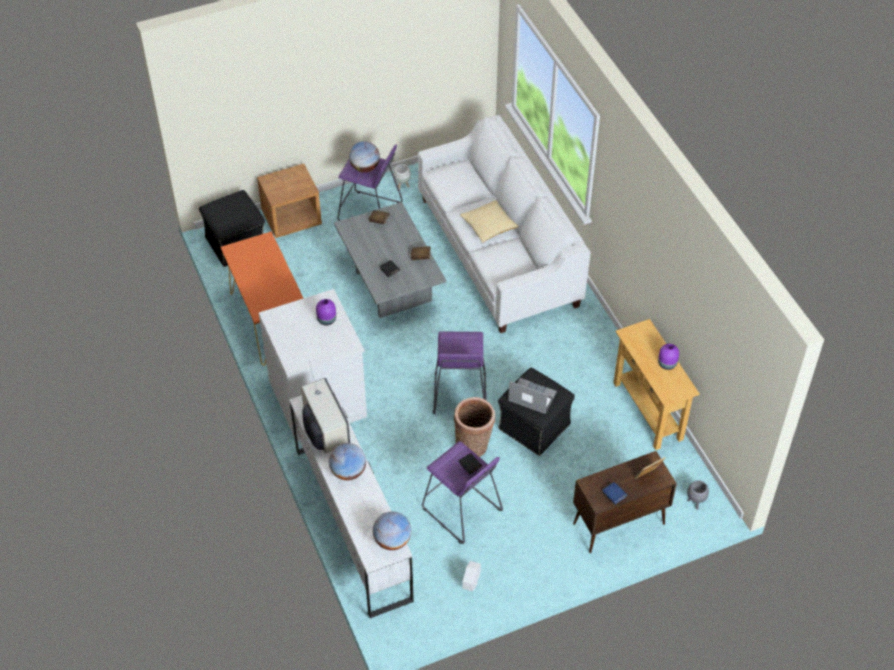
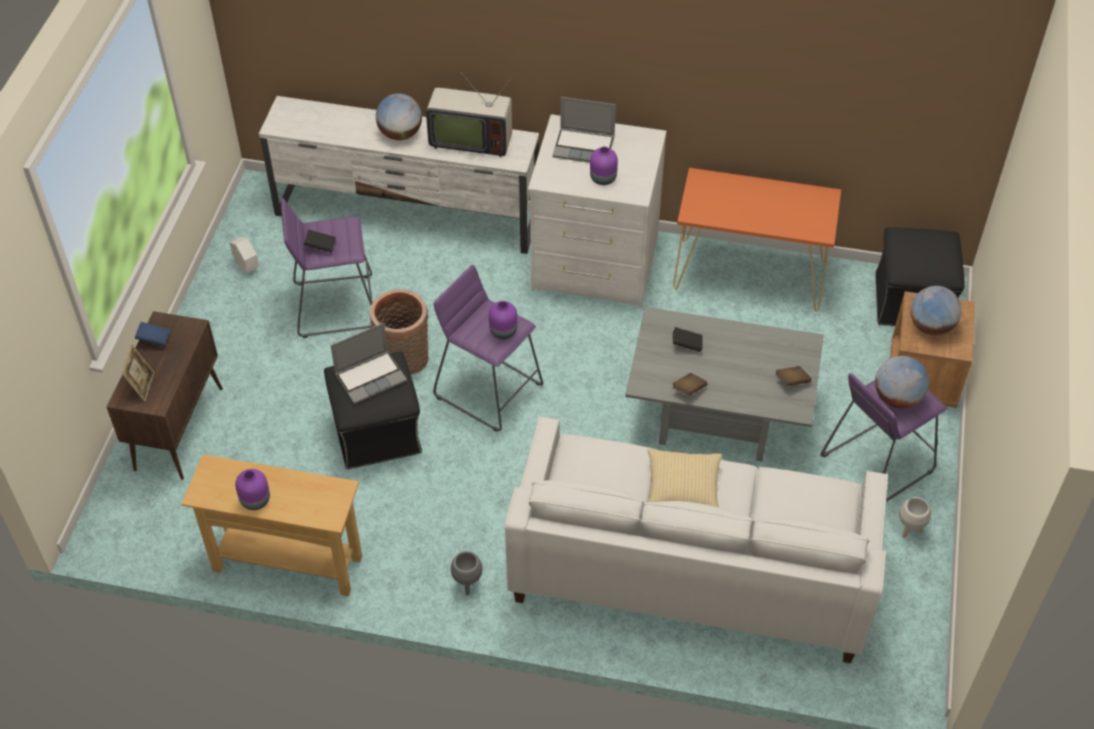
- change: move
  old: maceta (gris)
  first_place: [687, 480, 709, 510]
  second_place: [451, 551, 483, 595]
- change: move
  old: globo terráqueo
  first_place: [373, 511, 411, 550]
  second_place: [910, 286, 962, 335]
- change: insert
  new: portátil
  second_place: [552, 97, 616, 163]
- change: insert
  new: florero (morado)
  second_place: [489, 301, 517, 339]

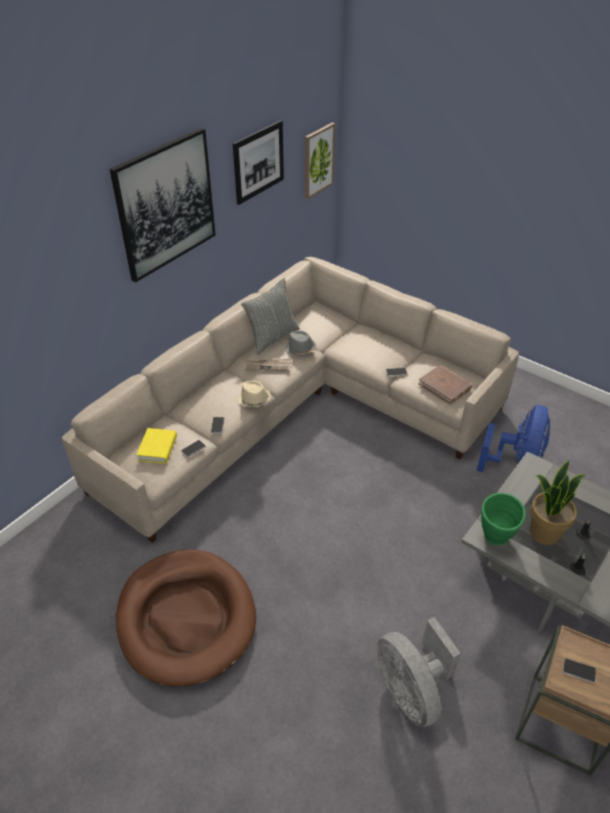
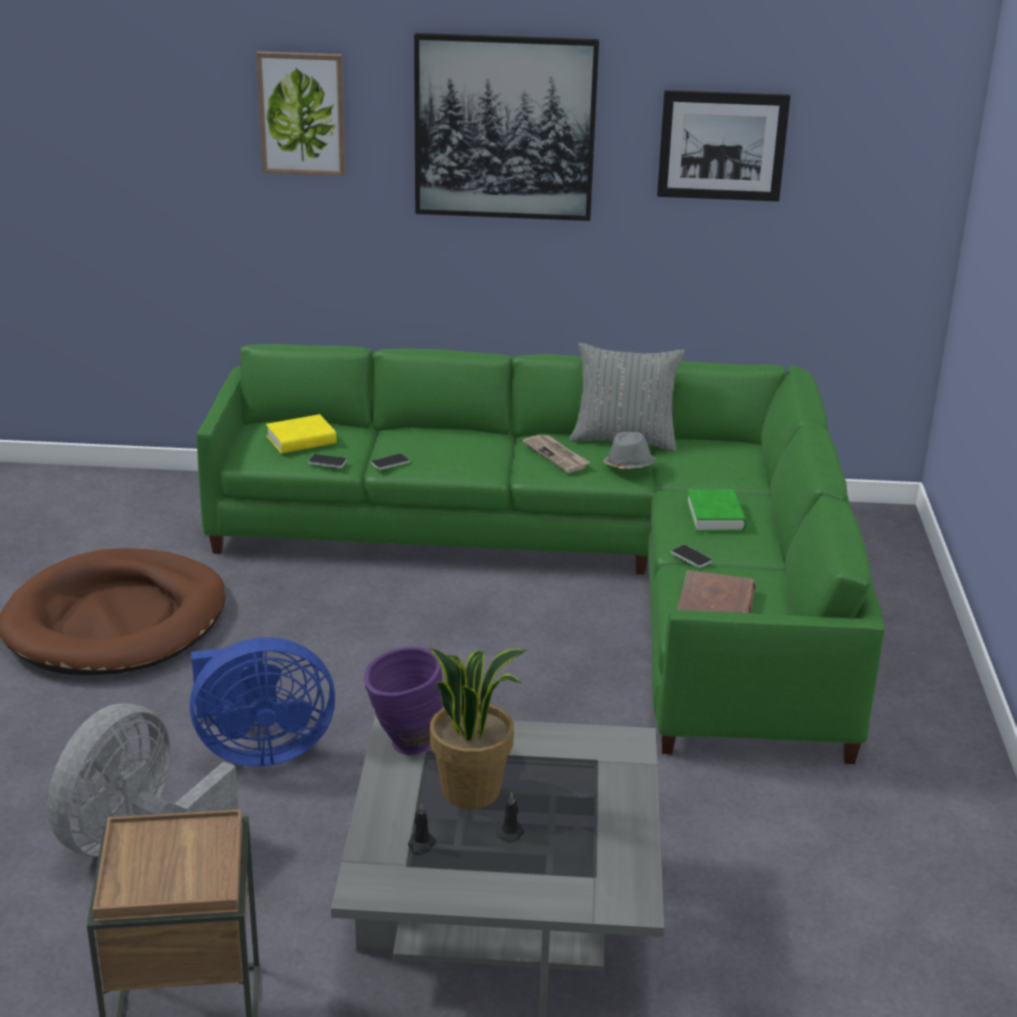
- change: move
  old: cuadro
  first_place: [305, 122, 335, 199]
  second_place: [256, 51, 345, 176]
- change: recolor
  old: sofá (beis)
  new: sofá (verde)
  first_place: [62, 257, 519, 543]
  second_place: [197, 344, 884, 764]
- change: delete
  old: sombrero (beis)
  first_place: [238, 380, 271, 408]
- change: move
  old: ventilador (azul)
  first_place: [477, 405, 550, 472]
  second_place: [190, 637, 335, 767]
- change: recolor
  old: florero (verde)
  new: florero (morado)
  first_place: [481, 493, 526, 546]
  second_place: [364, 647, 443, 755]
- change: delete
  old: móvil
  first_place: [563, 658, 596, 683]
- change: insert
  new: libro (verde)
  second_place: [686, 489, 747, 532]

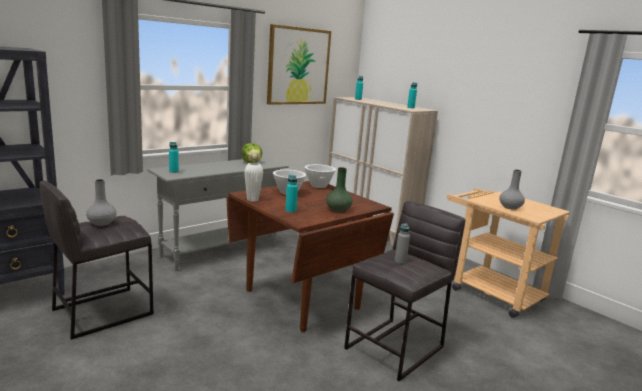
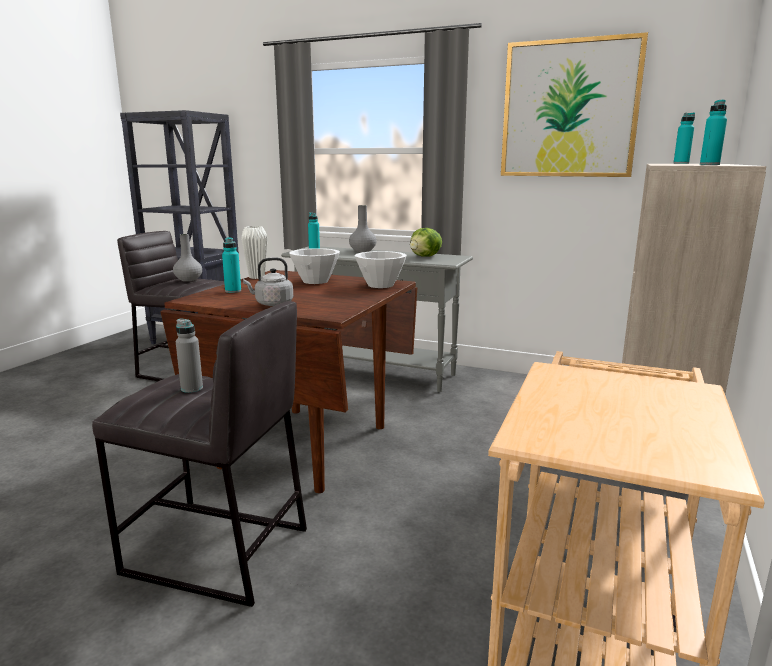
- change: replace
  old: florero (verde)
  new: hervidor (gris)
  first_place: [326, 167, 353, 212]
  second_place: [243, 257, 293, 306]
- change: move
  old: florero (gris)
  first_place: [499, 169, 525, 210]
  second_place: [349, 205, 377, 252]

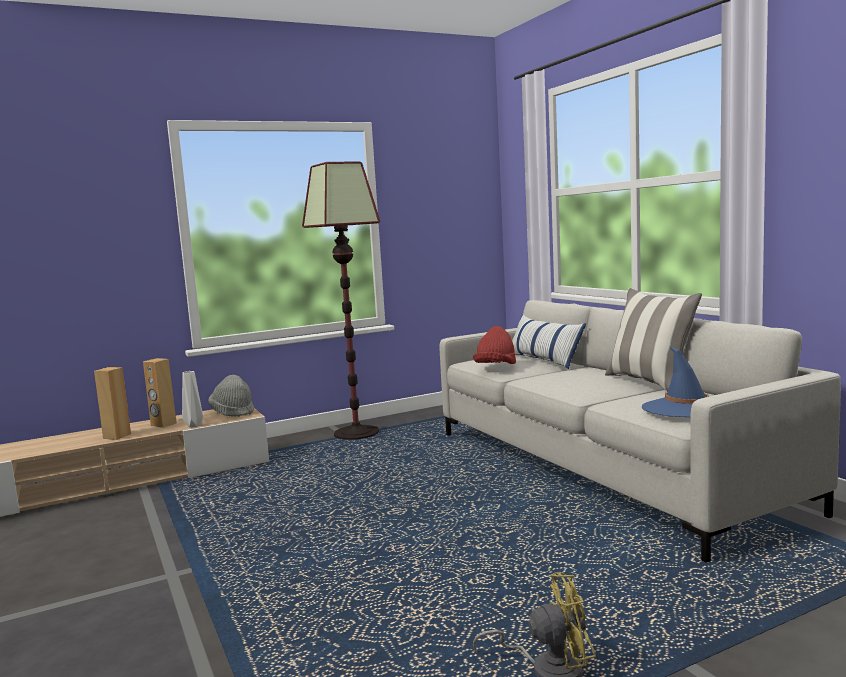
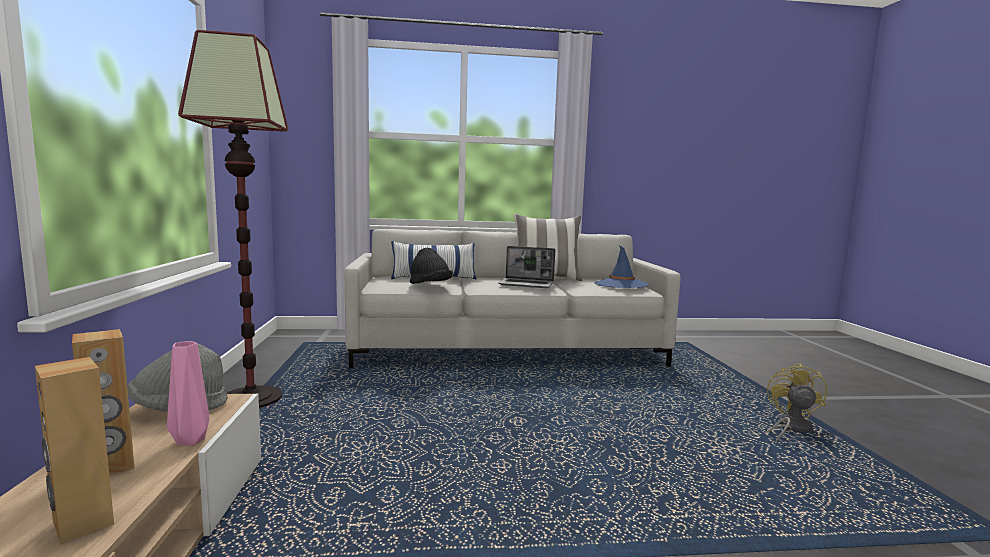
- change: recolor
  old: sombrero (rojo)
  new: sombrero (negro)
  first_place: [473, 326, 516, 364]
  second_place: [410, 248, 453, 284]
- change: recolor
  old: florero (gris)
  new: florero (rosa)
  first_place: [182, 371, 203, 427]
  second_place: [167, 341, 209, 446]
- change: insert
  new: portátil
  second_place: [498, 246, 555, 288]

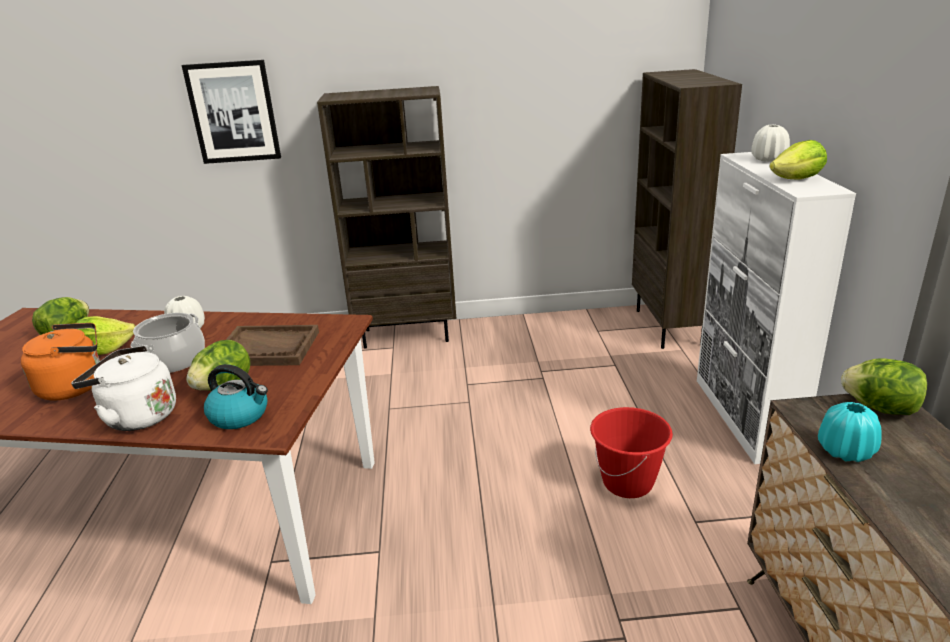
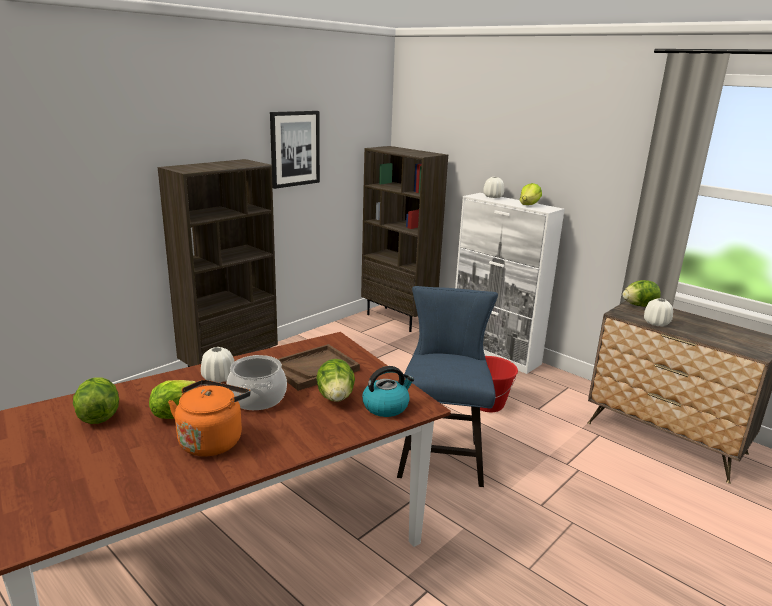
- change: move
  old: cuadro
  first_place: [182, 60, 281, 164]
  second_place: [270, 111, 320, 189]
- change: delete
  old: hervidor (blanco)
  first_place: [71, 346, 176, 431]
- change: recolor
  old: florero (turquesa)
  new: florero (blanco)
  first_place: [818, 402, 882, 462]
  second_place: [644, 298, 673, 326]
- change: insert
  new: silla (azul)
  second_place: [397, 286, 498, 487]

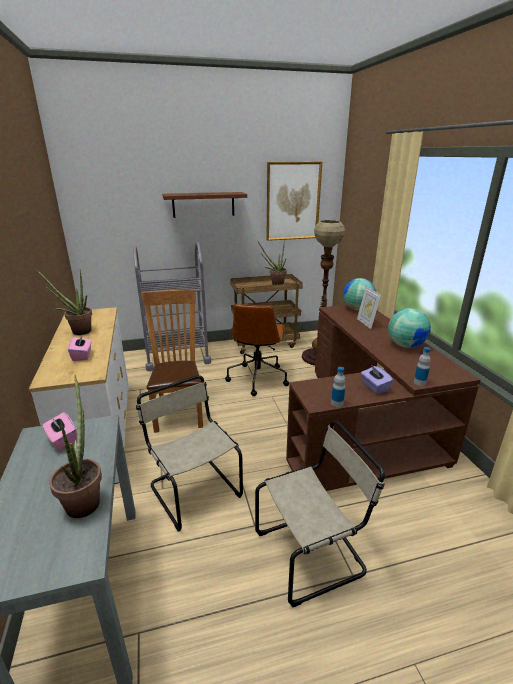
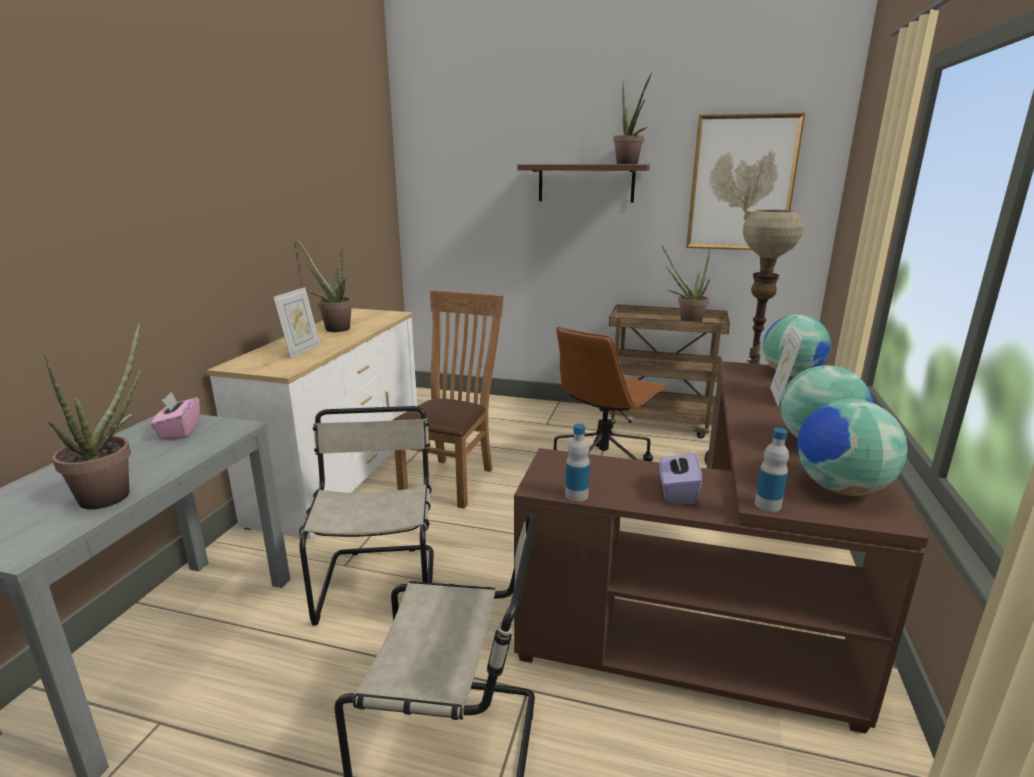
- change: delete
  old: carrito (gris)
  first_place: [133, 242, 211, 371]
- change: replace
  old: caja de pañuelos (rosa)
  new: portarretratos
  first_place: [68, 334, 92, 361]
  second_place: [273, 287, 320, 359]
- change: insert
  new: planta en maceta
  second_place: [613, 73, 652, 164]
- change: insert
  new: globo terráqueo
  second_place: [797, 398, 908, 496]

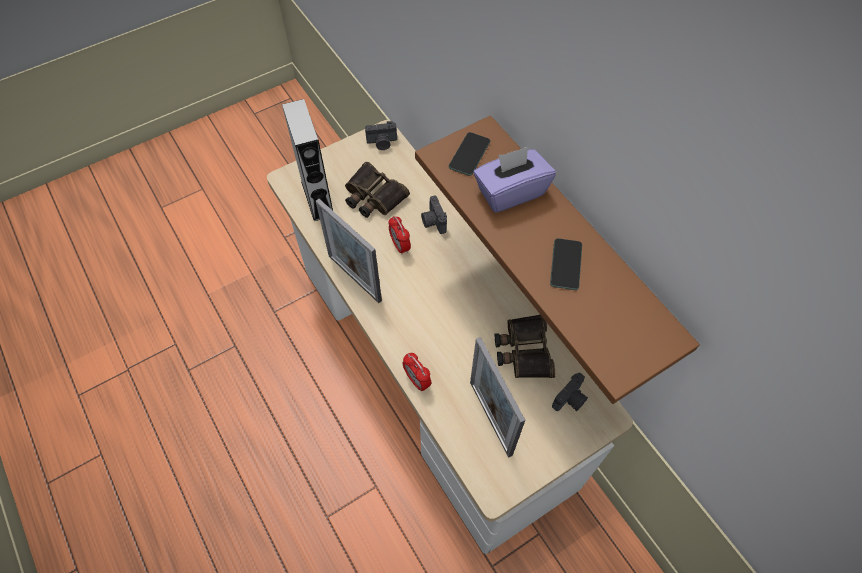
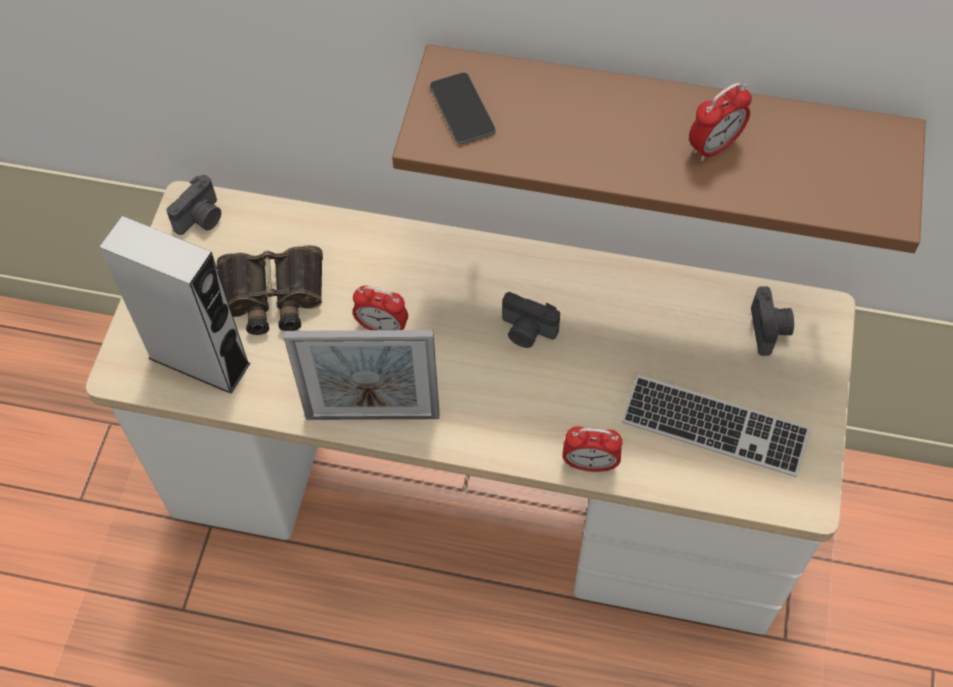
- change: delete
  old: caja de pañuelos (morado)
  first_place: [473, 147, 556, 213]
- change: move
  old: cámara
  first_place: [421, 195, 447, 234]
  second_place: [502, 292, 560, 348]
- change: replace
  old: móvil
  new: despertador
  first_place: [550, 238, 582, 290]
  second_place: [689, 83, 752, 161]
- change: delete
  old: prismáticos
  first_place: [495, 315, 555, 378]
- change: replace
  old: portarretratos
  new: teclado
  first_place: [470, 337, 525, 458]
  second_place: [622, 375, 811, 477]

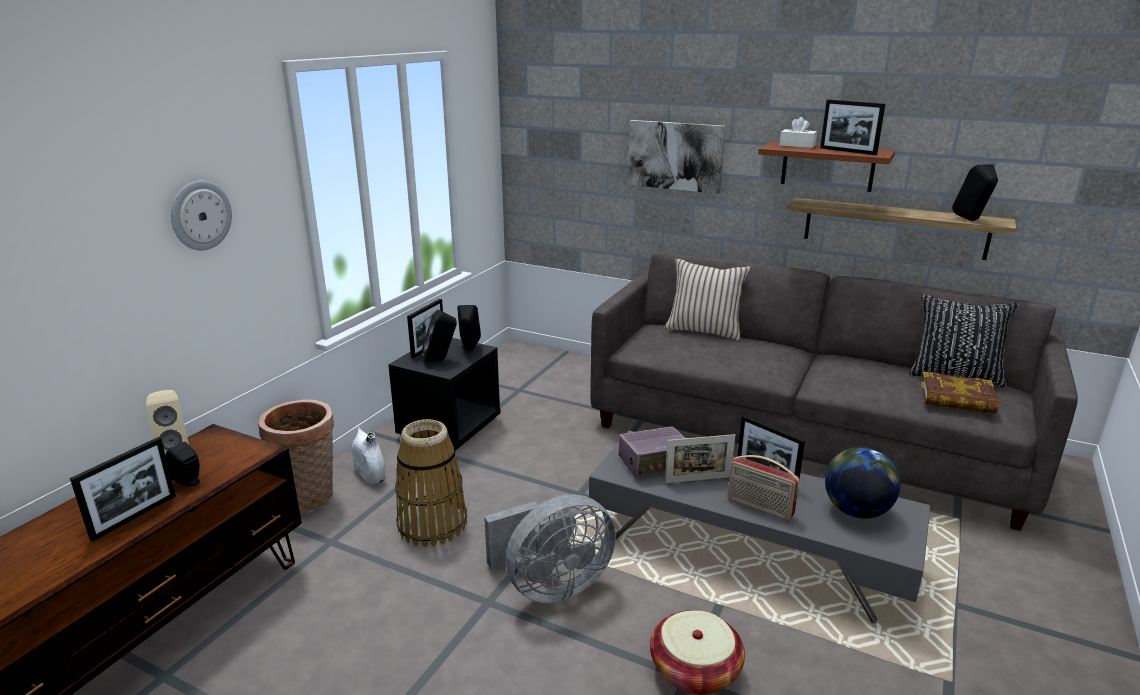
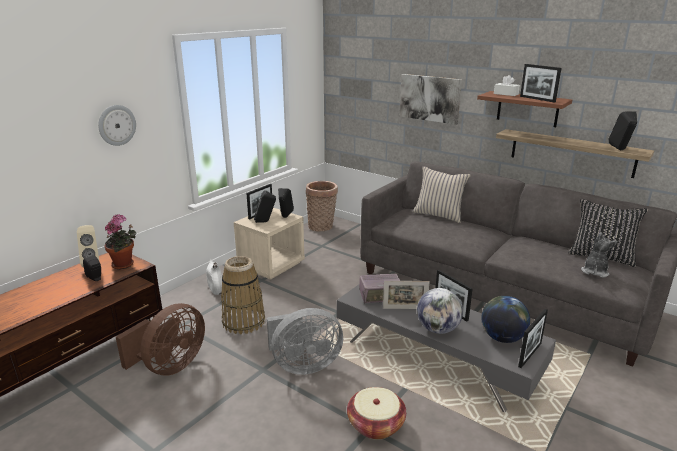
- change: recolor
  old: mesita de noche (negro)
  new: mesita de noche (beis)
  first_place: [388, 338, 501, 451]
  second_place: [234, 208, 305, 280]
- change: replace
  old: libro
  new: peluche
  first_place: [920, 372, 999, 414]
  second_place: [581, 233, 618, 278]
- change: move
  old: cesta
  first_place: [258, 399, 334, 513]
  second_place: [306, 181, 338, 231]
- change: move
  old: portarretratos
  first_place: [70, 437, 176, 542]
  second_place: [518, 309, 548, 368]
- change: replace
  old: radio
  new: globo terráqueo
  first_place: [727, 455, 800, 521]
  second_place: [417, 288, 463, 334]
- change: insert
  new: planta en maceta
  second_place: [105, 214, 136, 269]
- change: insert
  new: ventilador (marrón)
  second_place: [116, 303, 205, 376]

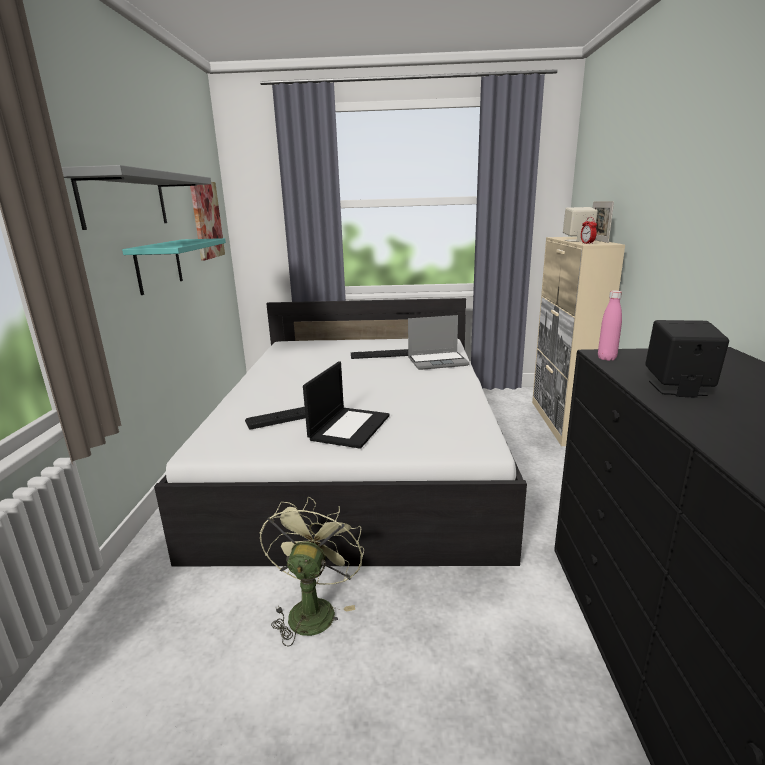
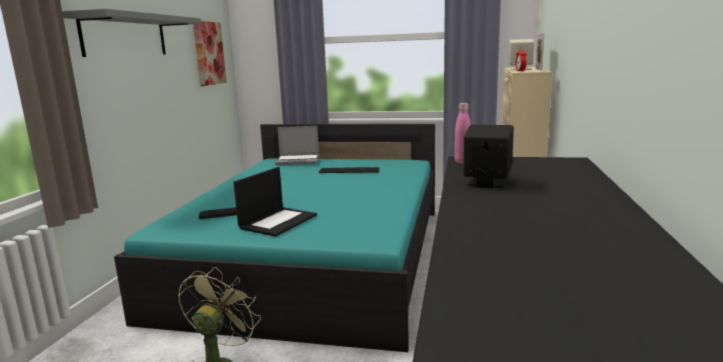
- change: delete
  old: estante (turquesa)
  first_place: [122, 238, 226, 295]
- change: recolor
  old: cama (blanco)
  new: cama (turquesa)
  first_place: [154, 298, 527, 566]
  second_place: [114, 124, 435, 352]
- change: move
  old: portátil
  first_place: [408, 315, 470, 370]
  second_place: [275, 126, 319, 165]

